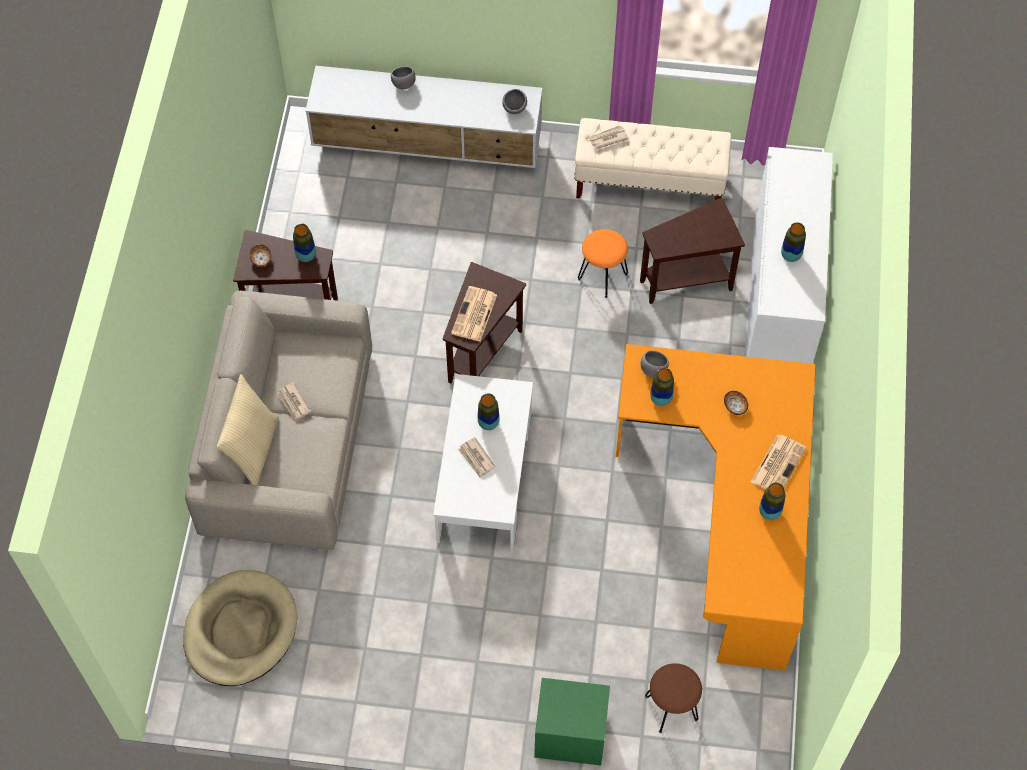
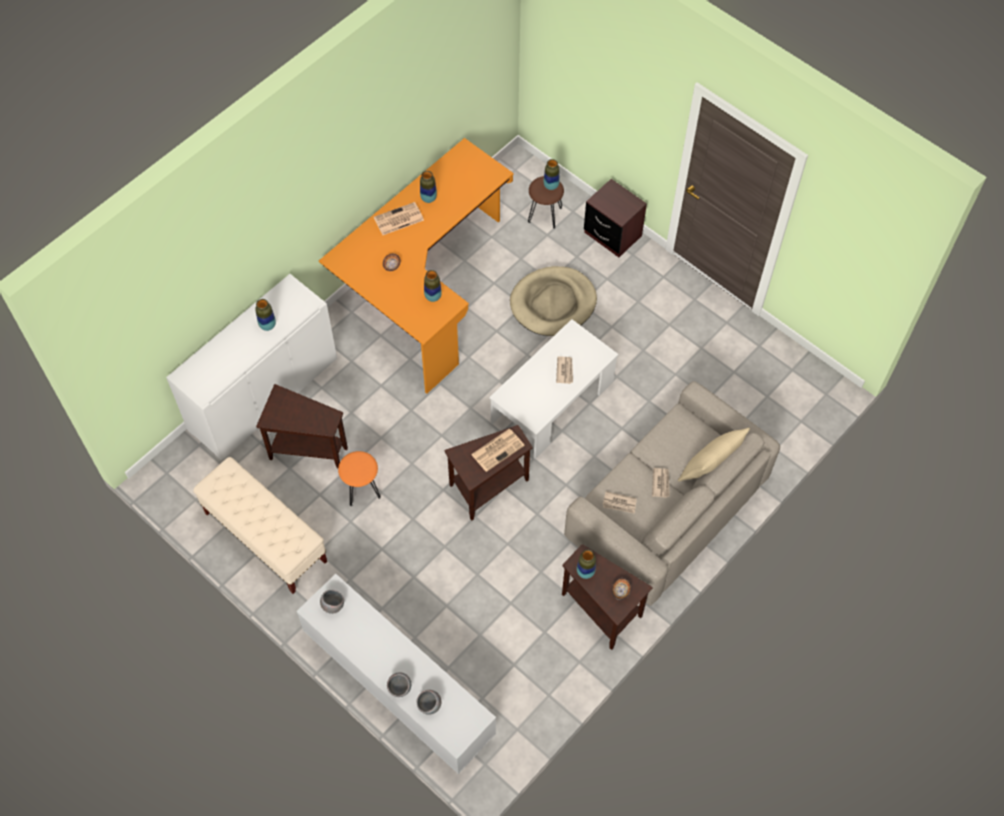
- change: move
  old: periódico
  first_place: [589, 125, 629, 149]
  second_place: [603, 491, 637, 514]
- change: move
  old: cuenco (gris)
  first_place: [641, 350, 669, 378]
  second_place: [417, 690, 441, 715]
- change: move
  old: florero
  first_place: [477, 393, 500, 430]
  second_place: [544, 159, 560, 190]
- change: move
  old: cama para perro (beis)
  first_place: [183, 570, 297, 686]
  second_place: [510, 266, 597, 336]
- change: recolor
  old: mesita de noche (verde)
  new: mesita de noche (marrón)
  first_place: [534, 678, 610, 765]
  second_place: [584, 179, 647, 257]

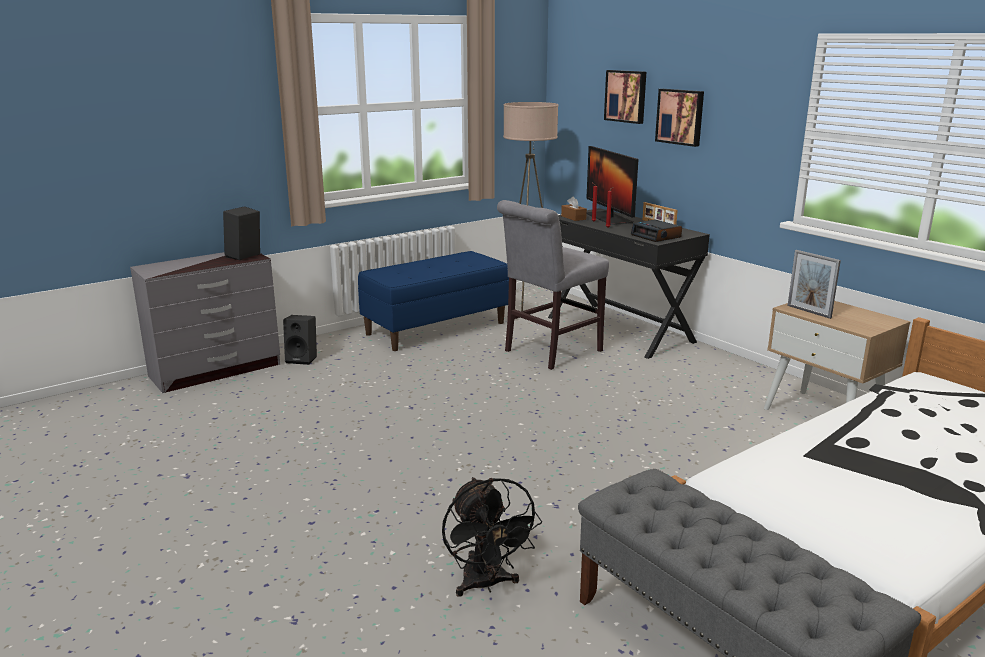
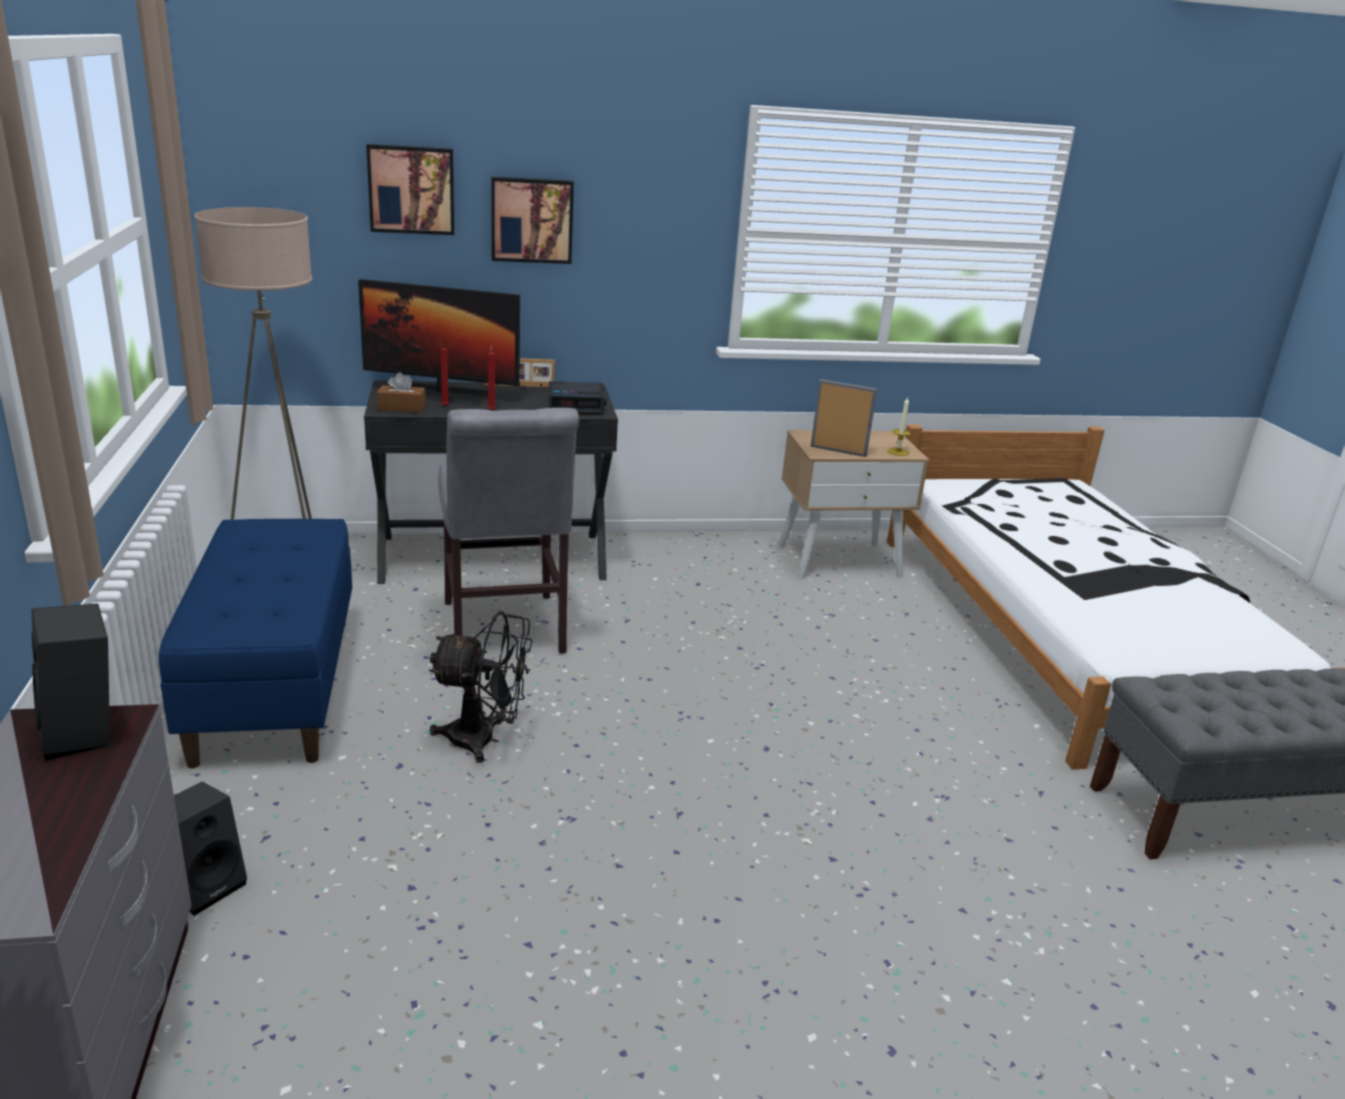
- change: rotate
  old: portarretratos
  first_place: [788, 250, 841, 319]
  second_place: [810, 379, 877, 457]
  degrees: -150
- change: move
  old: ventilador (negro)
  first_place: [442, 477, 542, 597]
  second_place: [429, 611, 533, 763]
- change: insert
  new: vela
  second_place: [888, 397, 911, 456]

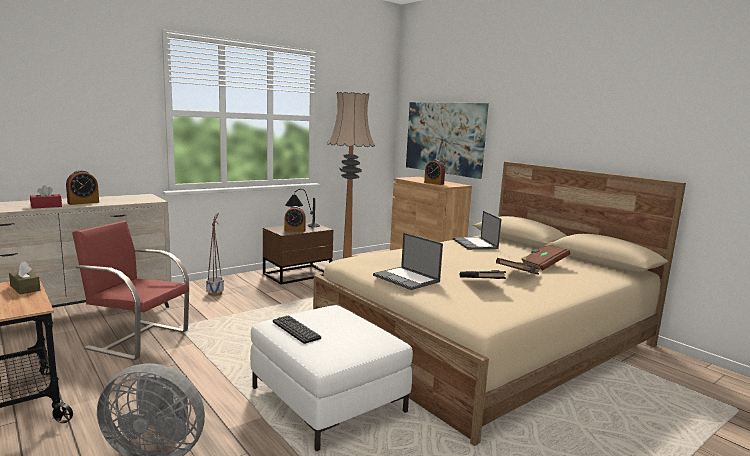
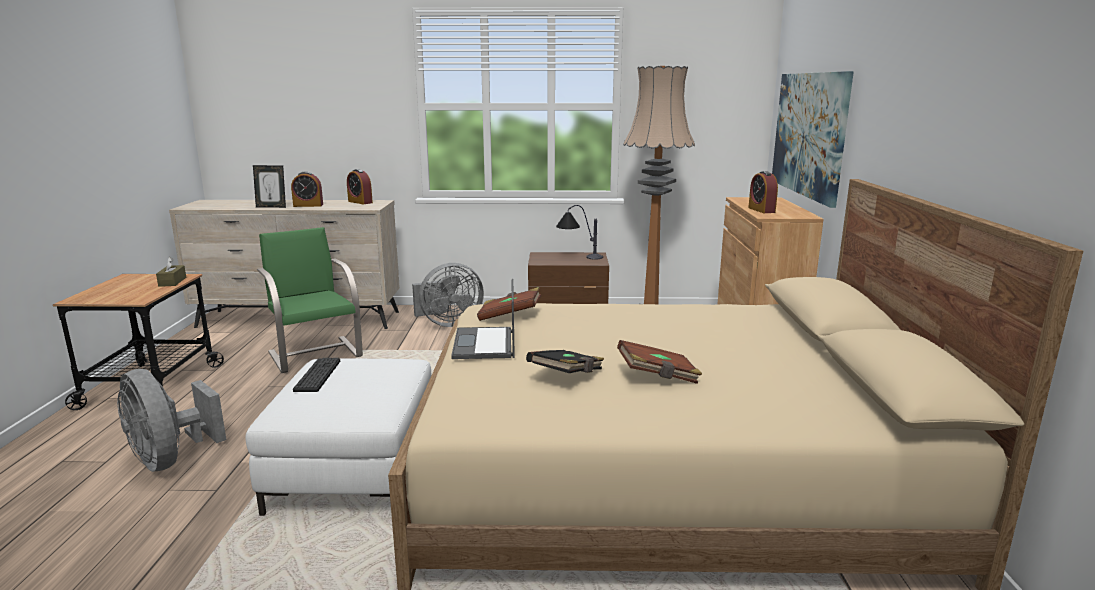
- change: replace
  old: caja de pañuelos (rojo)
  new: portarretratos
  first_place: [30, 185, 62, 209]
  second_place: [253, 165, 286, 208]
- change: move
  old: despertador
  first_place: [285, 206, 306, 232]
  second_place: [347, 169, 373, 204]
- change: delete
  old: portátil
  first_place: [453, 211, 502, 250]
- change: replace
  old: maceta
  new: ventilador (gris)
  first_place: [206, 213, 224, 296]
  second_place: [412, 263, 484, 327]
- change: recolor
  old: silla (rojo)
  new: silla (verde)
  first_place: [72, 220, 189, 361]
  second_place: [257, 227, 363, 373]
- change: move
  old: libro (marrón)
  first_place: [521, 243, 570, 271]
  second_place: [477, 287, 541, 321]

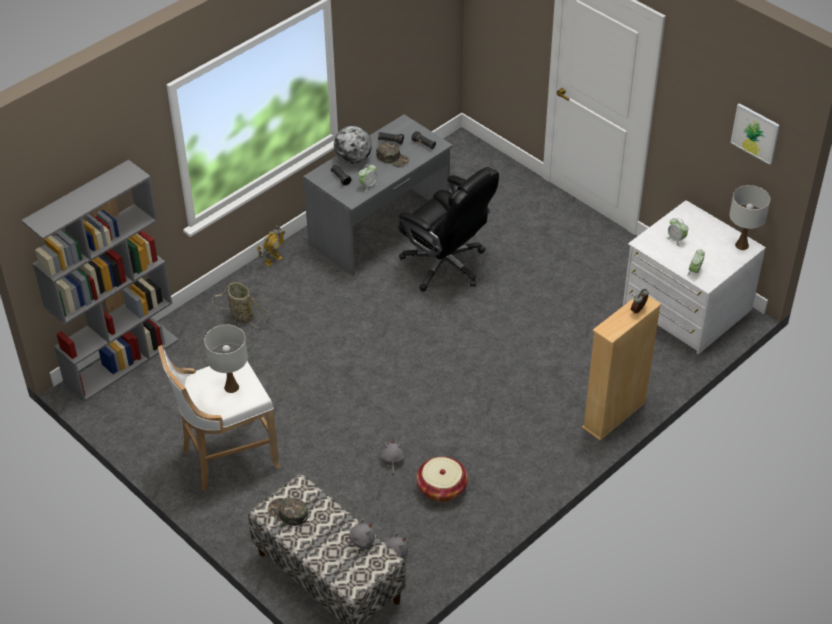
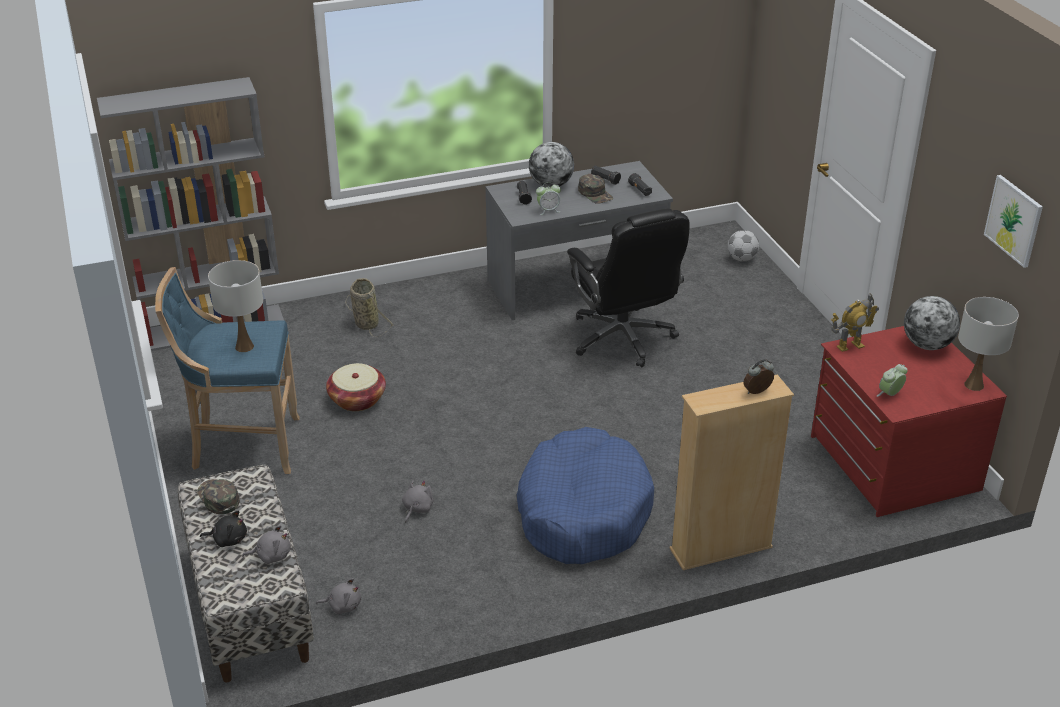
- change: recolor
  old: cómoda (blanco)
  new: cómoda (rojo)
  first_place: [623, 200, 766, 354]
  second_place: [811, 326, 1007, 517]
- change: delete
  old: despertador
  first_place: [666, 218, 689, 247]
- change: move
  old: robot de juguete
  first_place: [257, 225, 285, 267]
  second_place: [831, 294, 879, 352]
- change: recolor
  old: taburete (blanco)
  new: taburete (azul)
  first_place: [158, 345, 281, 490]
  second_place: [155, 267, 300, 474]
- change: move
  old: cesta
  first_place: [416, 456, 468, 502]
  second_place: [326, 363, 386, 411]
- change: insert
  new: balón de fútbol
  second_place: [728, 230, 759, 262]
- change: insert
  new: globo terráqueo
  second_place: [904, 296, 960, 350]
- change: insert
  new: cama para perro (azul)
  second_place: [517, 427, 654, 564]
- change: insert
  new: peluche (negro)
  second_place: [200, 511, 247, 547]

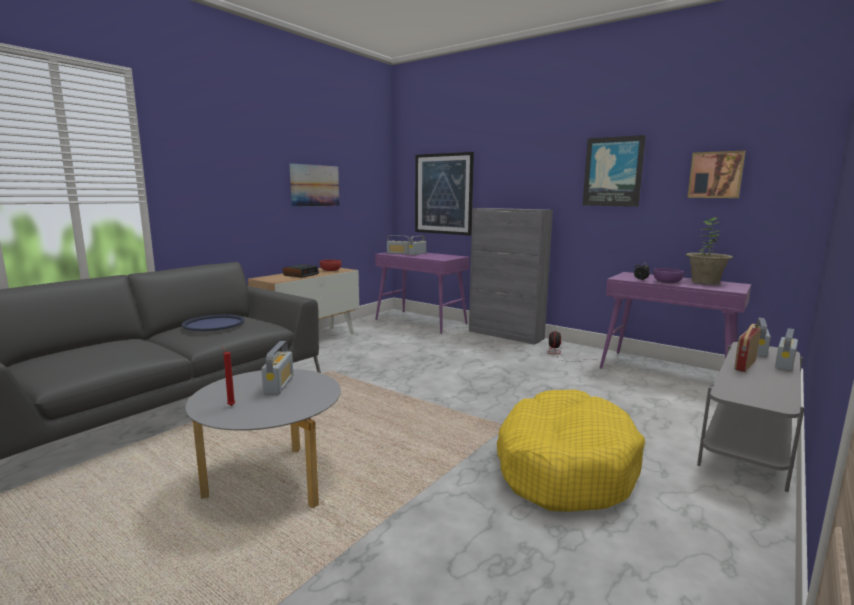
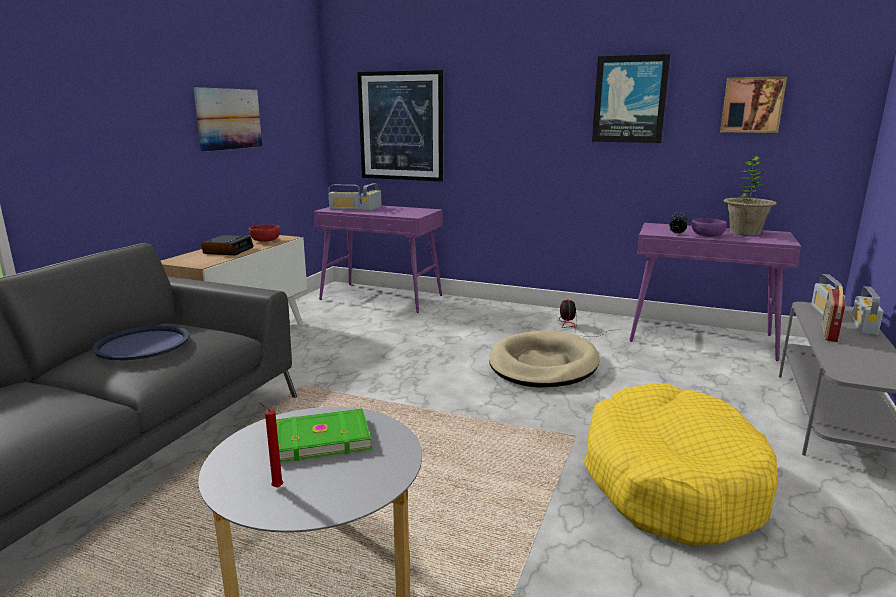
- change: delete
  old: armario (gris)
  first_place: [469, 208, 553, 345]
- change: replace
  old: radio
  new: libro (verde)
  first_place: [261, 341, 293, 394]
  second_place: [276, 409, 372, 462]
- change: insert
  new: cama para perro (beis)
  second_place: [489, 330, 600, 388]

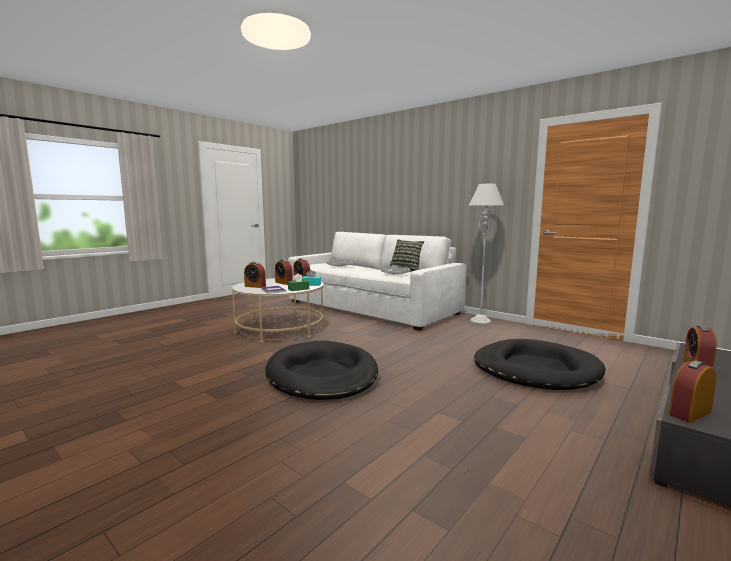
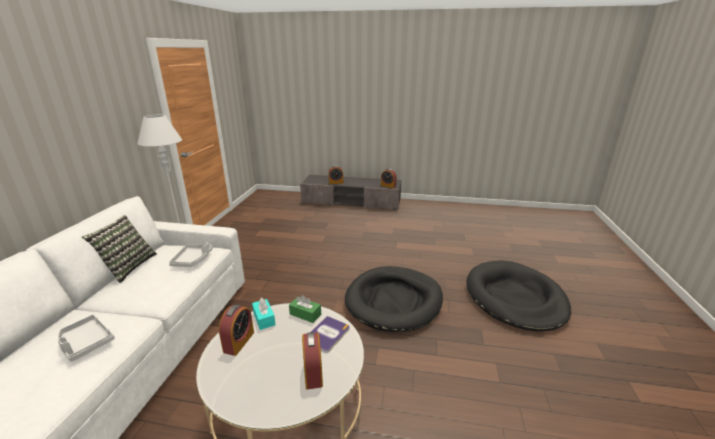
- change: delete
  old: despertador
  first_place: [275, 259, 293, 285]
- change: move
  old: cama para perro (negro)
  first_place: [474, 339, 606, 390]
  second_place: [466, 260, 571, 332]

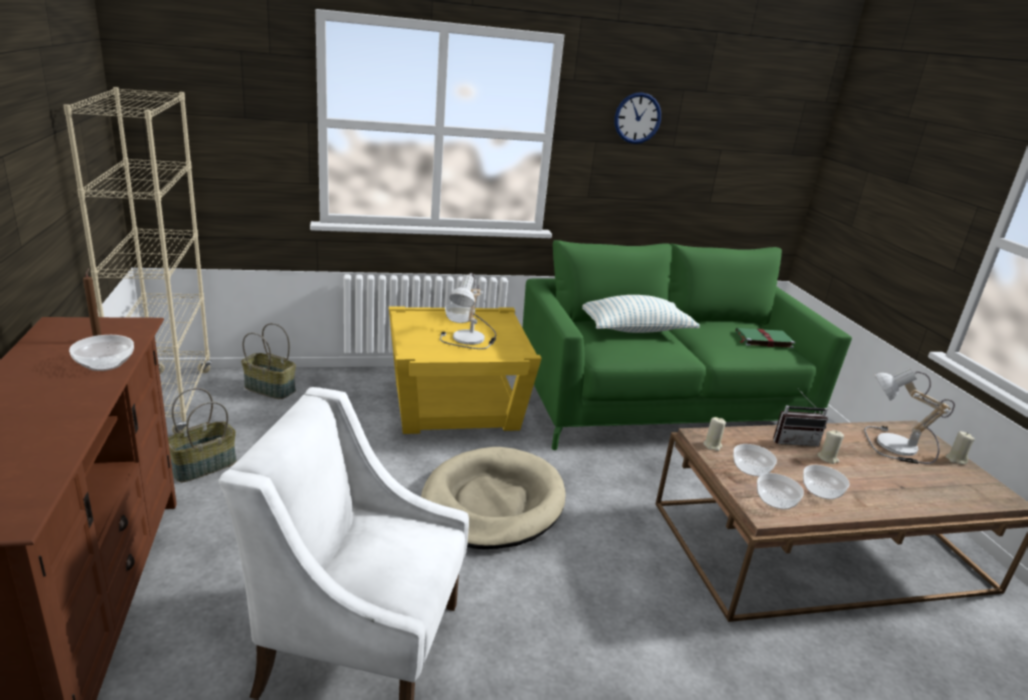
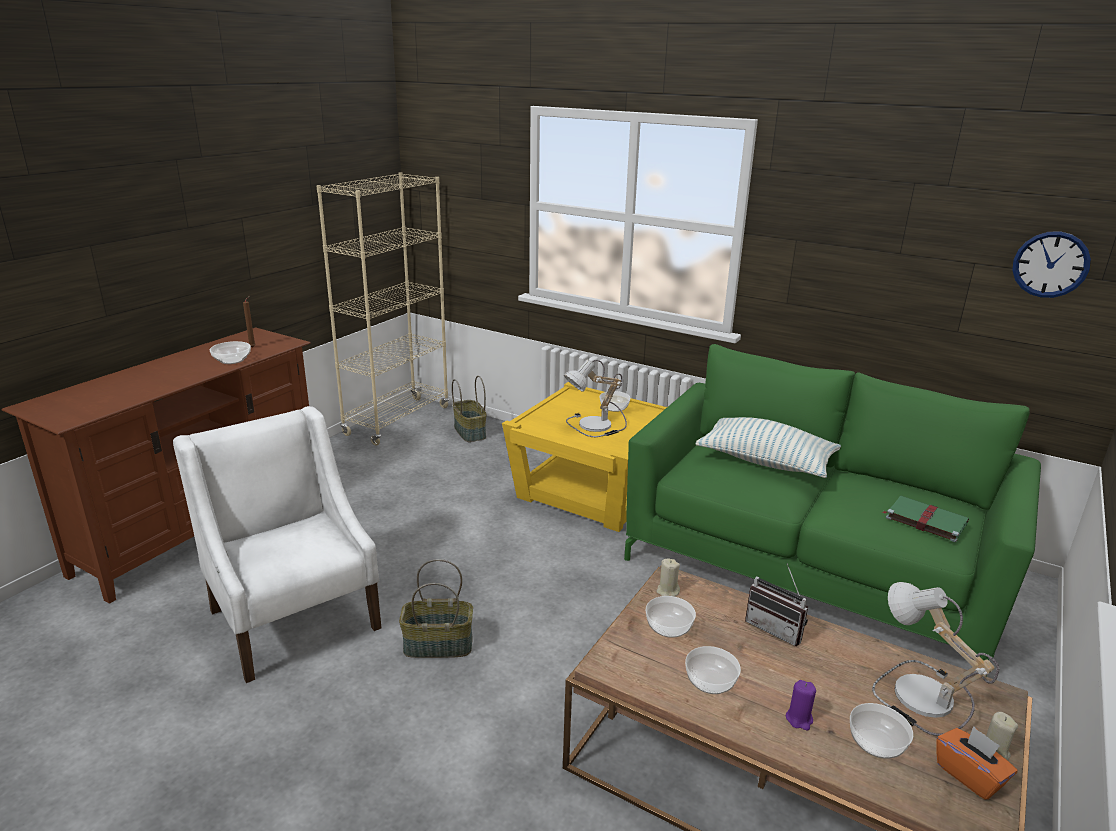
- change: move
  old: reloj de pared
  first_place: [615, 92, 662, 144]
  second_place: [1012, 231, 1091, 298]
- change: move
  old: cesta
  first_place: [168, 388, 237, 482]
  second_place: [399, 559, 473, 658]
- change: delete
  old: vela (beis)
  first_place: [817, 430, 844, 464]
- change: delete
  old: cama para perro (beis)
  first_place: [421, 447, 566, 549]
- change: move
  old: cuenco
  first_place: [757, 473, 804, 509]
  second_place: [850, 703, 913, 759]
- change: insert
  new: vela (morado)
  second_place: [786, 680, 816, 730]
- change: insert
  new: caja de pañuelos (naranja)
  second_place: [936, 726, 1018, 800]

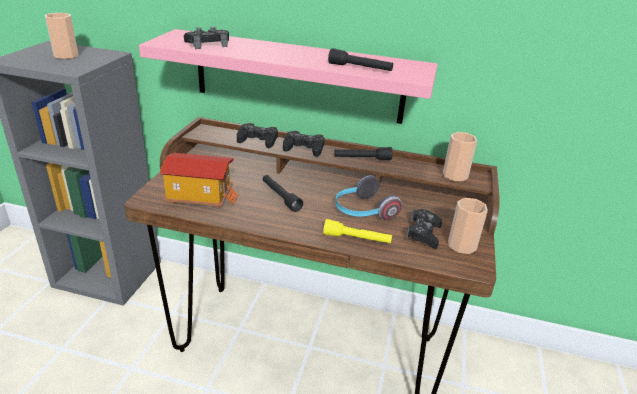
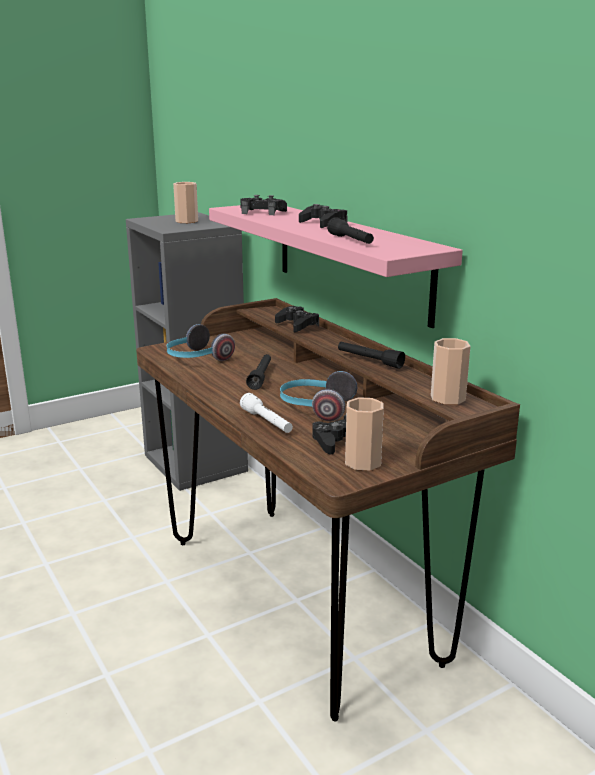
- change: move
  old: mando de consola (negro)
  first_place: [283, 131, 324, 157]
  second_place: [299, 204, 348, 228]
- change: replace
  old: casita
  new: auriculares
  first_place: [159, 153, 238, 209]
  second_place: [166, 324, 235, 361]
- change: recolor
  old: linterna (amarillo)
  new: linterna (blanco)
  first_place: [323, 219, 392, 244]
  second_place: [240, 393, 293, 433]

